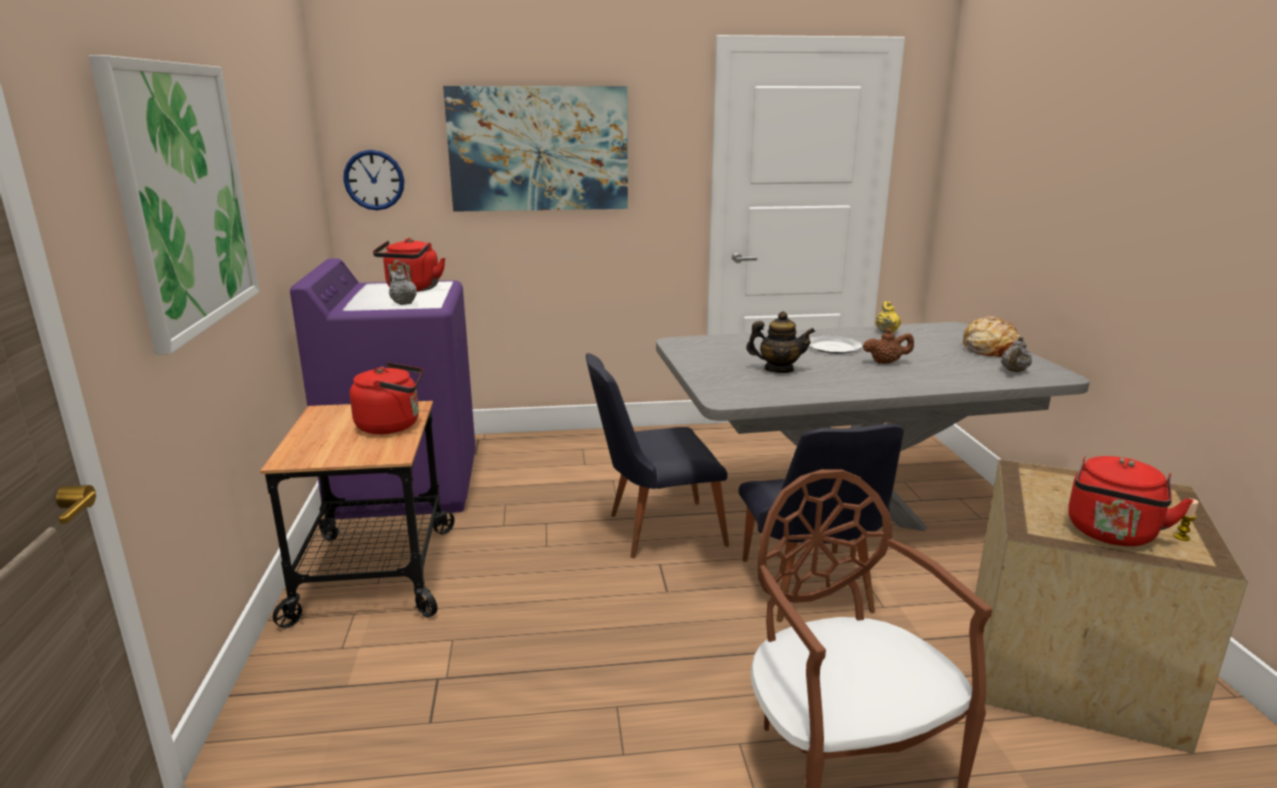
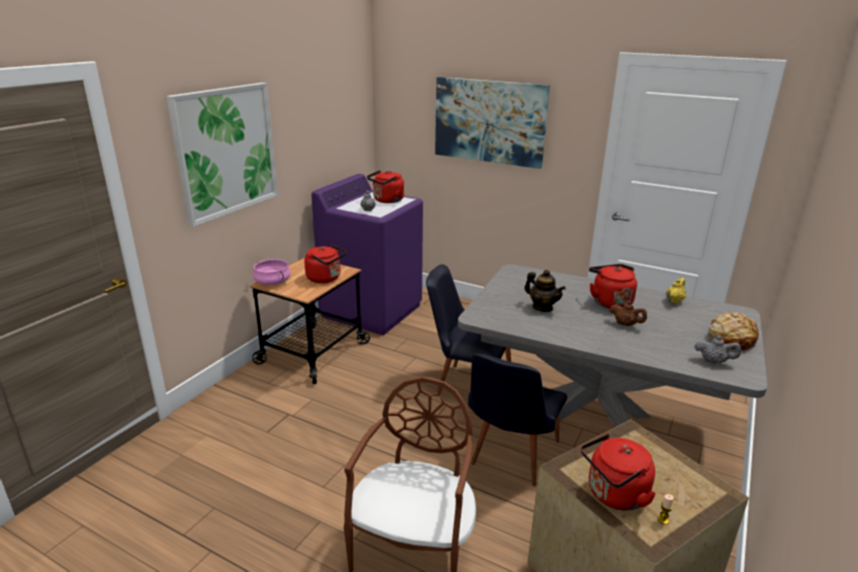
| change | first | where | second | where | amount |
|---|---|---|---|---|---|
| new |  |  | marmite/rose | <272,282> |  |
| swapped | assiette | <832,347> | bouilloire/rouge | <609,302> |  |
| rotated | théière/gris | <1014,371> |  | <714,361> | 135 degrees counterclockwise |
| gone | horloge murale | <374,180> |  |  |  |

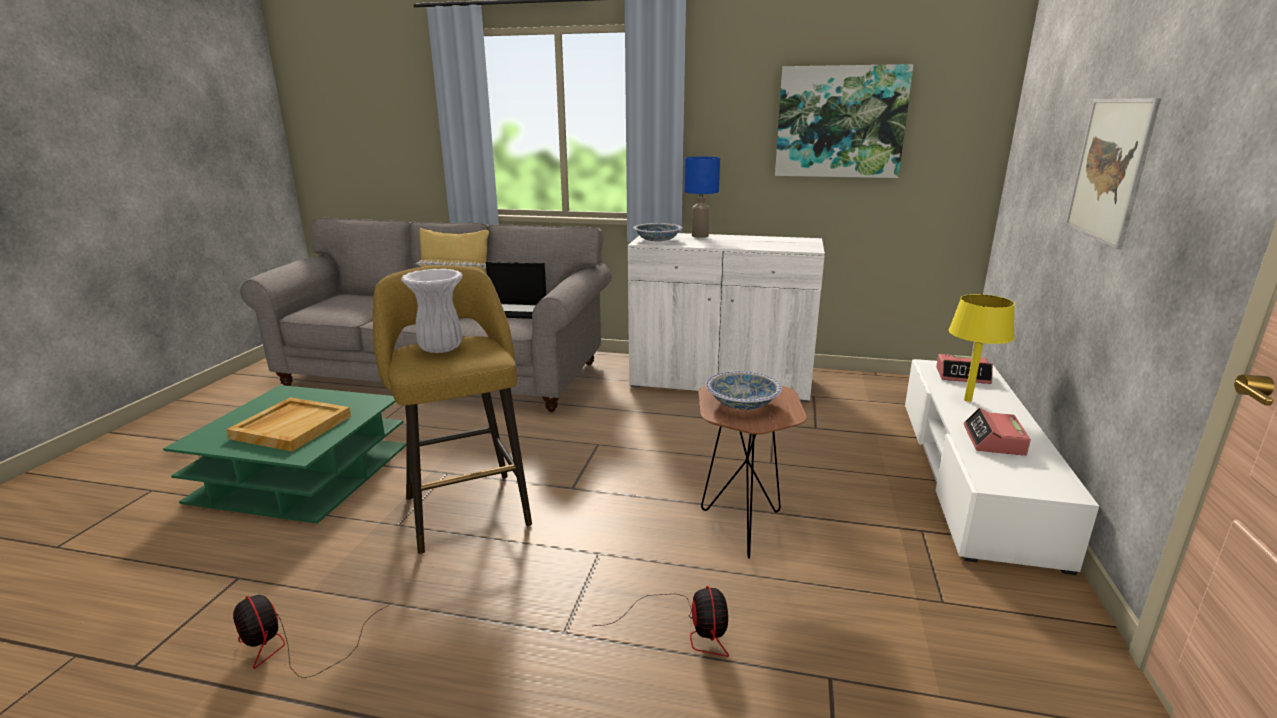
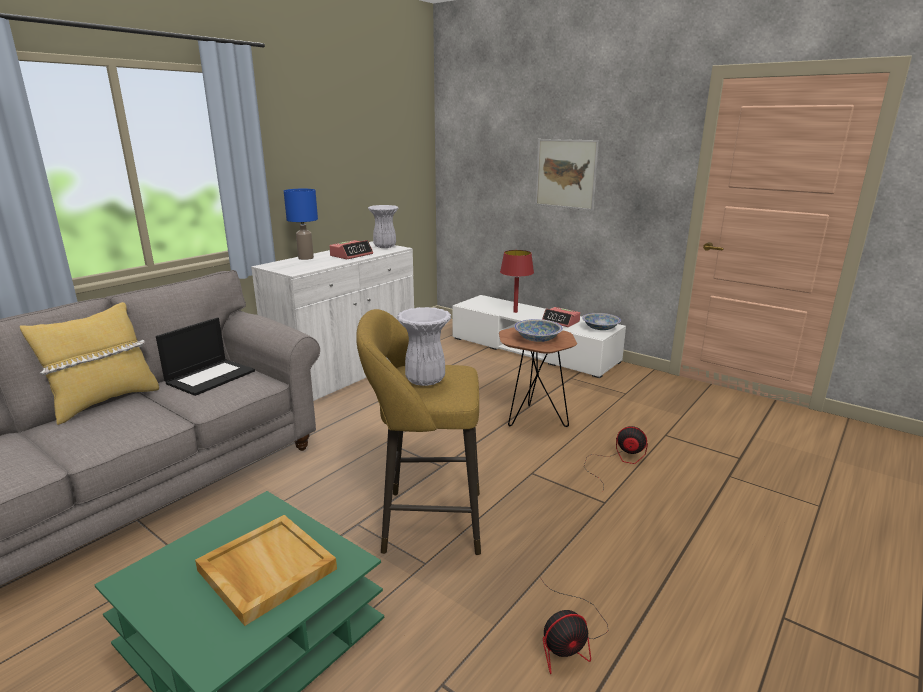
| change | first | where | second | where | amount |
|---|---|---|---|---|---|
| shifted | réveil | <963,375> |  | <351,255> |  |
| new |  |  | vase/blanc | <384,247> |  |
| repainted | lampe de table/jaune | <968,400> | lampe de table/rouge | <515,312> |  |
| shifted | bol | <657,240> |  | <600,328> |  |
| gone | tableau | <840,122> |  |  |  |

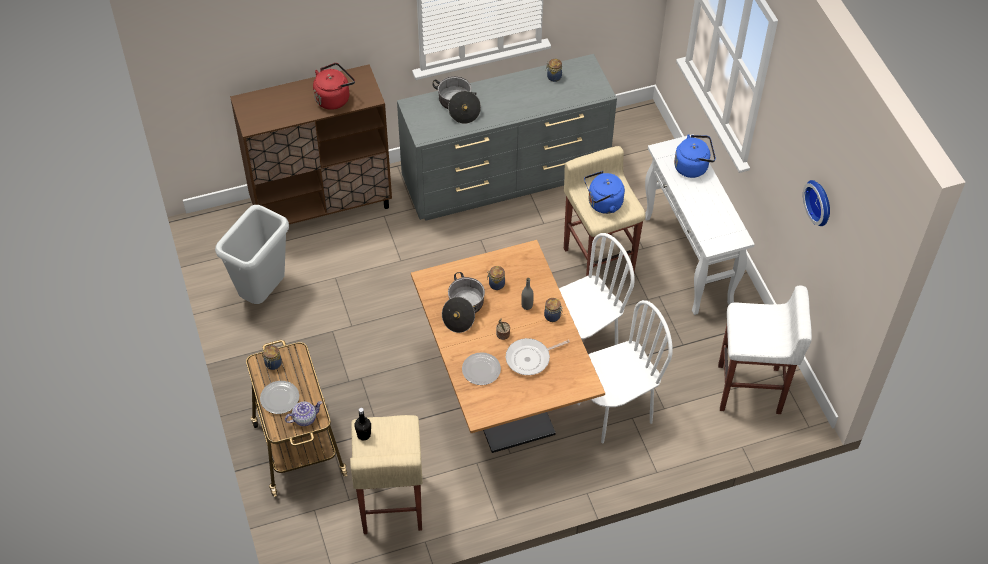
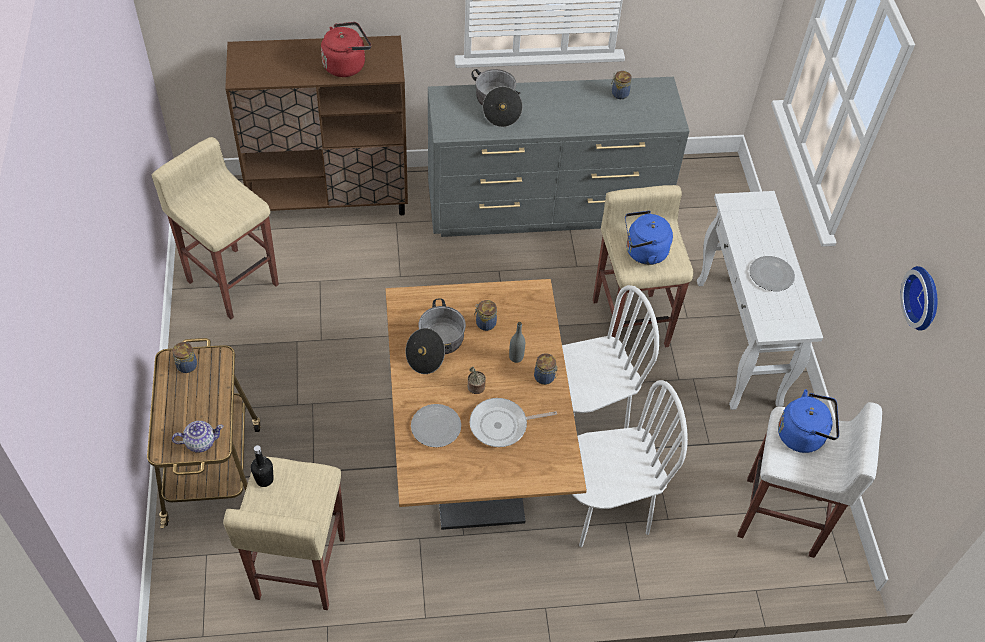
| change | first | where | second | where | amount |
|---|---|---|---|---|---|
| swapped | poubelle/gris | <263,292> | tabouret/beige | <232,281> |  |
| shifted | assiette | <279,398> |  | <771,274> |  |
| shifted | bouilloire/bleu | <693,167> |  | <803,435> |  |

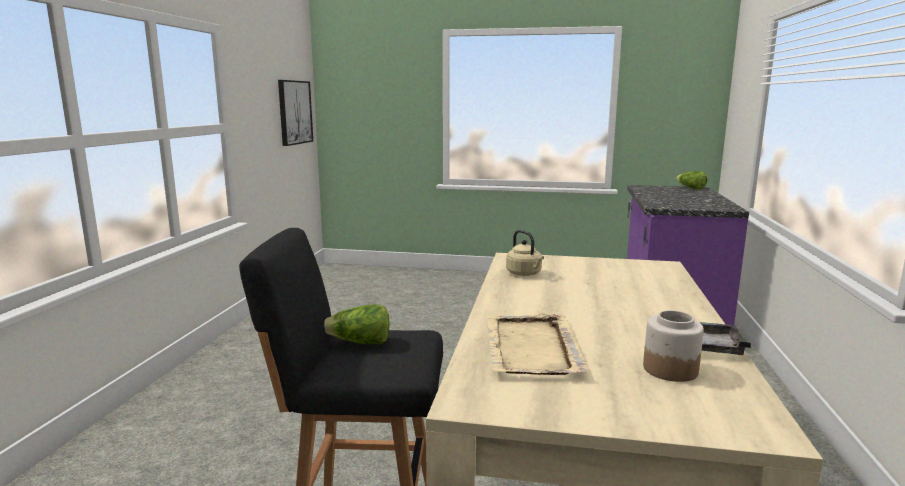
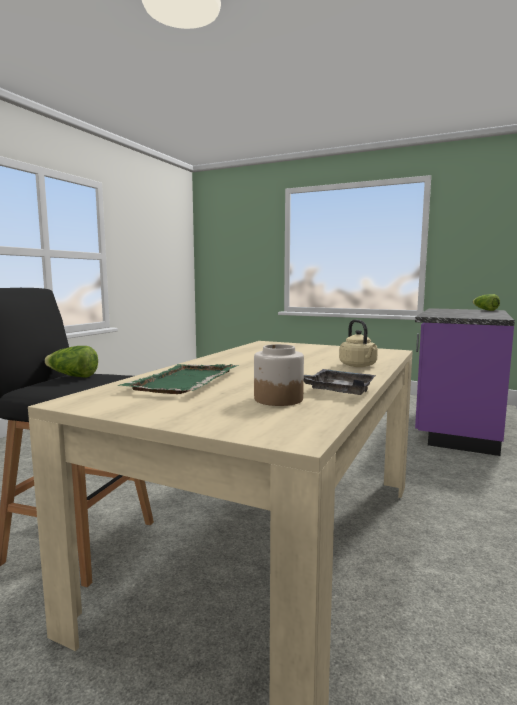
| change | first | where | second | where | amount |
|---|---|---|---|---|---|
| repainted | plateau/beige | <531,348> | plateau/vert | <183,382> |  |
| shifted | bouilloire/beige | <525,274> |  | <359,366> |  |
| gone | tableau | <294,112> |  |  |  |

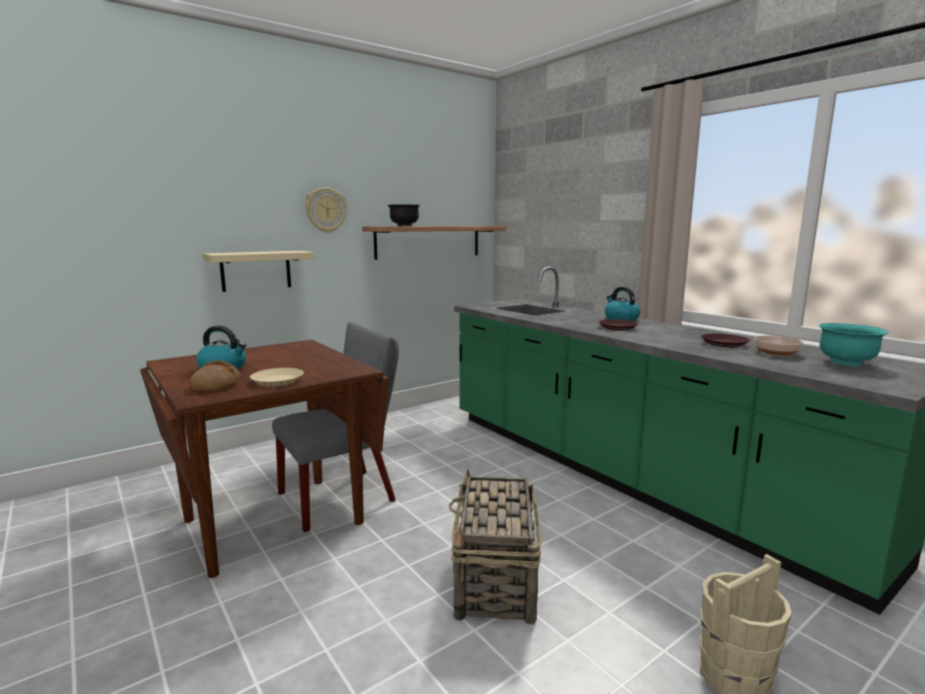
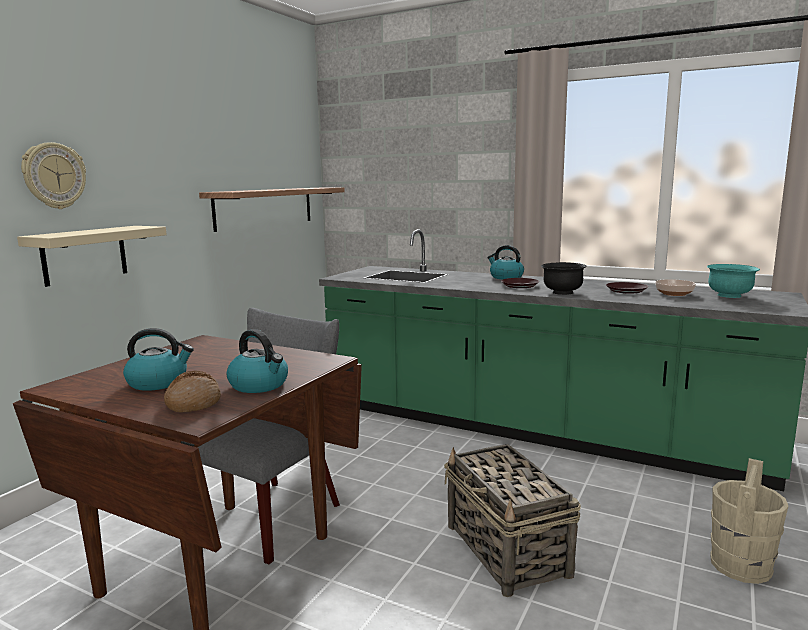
| change | first | where | second | where | amount |
|---|---|---|---|---|---|
| shifted | horloge murale | <325,210> |  | <54,176> |  |
| swapped | assiette/beige | <278,380> | bouilloire | <259,385> |  |
| shifted | bol/noir | <404,226> |  | <562,292> |  |

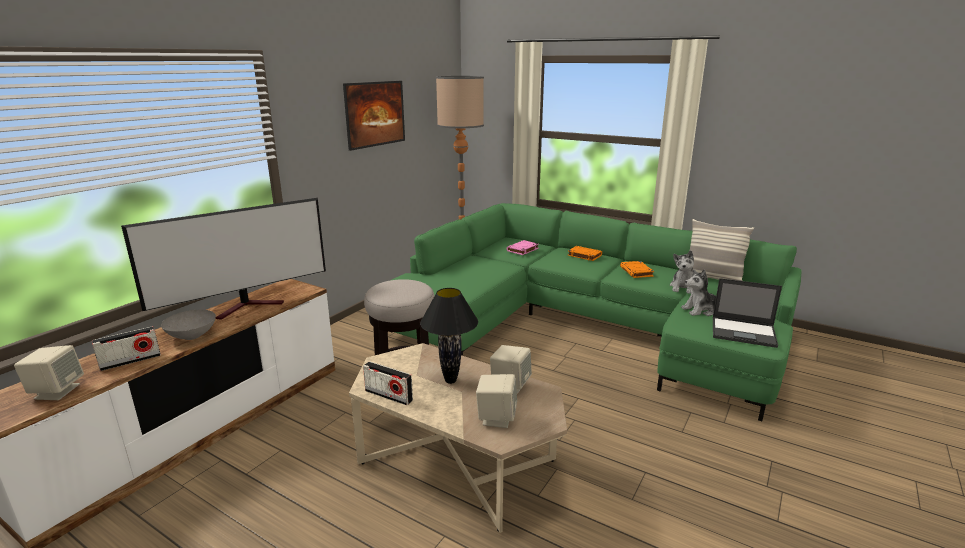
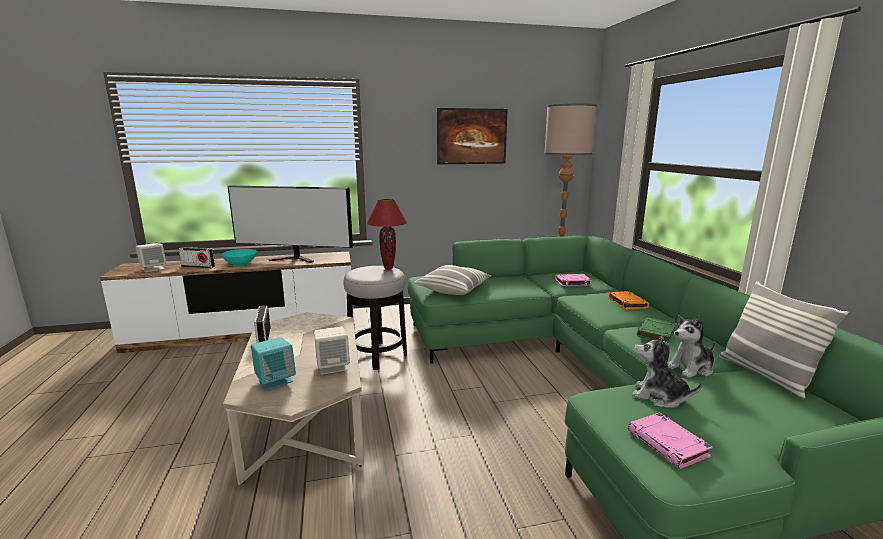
| change | first | where | second | where | amount |
|---|---|---|---|---|---|
| repainted | bol/gris | <193,336> | bol/turquoise | <241,264> |  |
| repainted | enceinte/beige | <496,418> | enceinte/turquoise | <275,380> |  |
| new |  |  | lampe de table/rouge | <388,268> |  |
| new |  |  | coussin | <453,289> |  |
| swapped | ordinateur portable | <744,332> | livre/rose | <668,444> |  |
| repainted | livre/orange | <636,272> | livre/vert | <656,333> |  |
| gone | lampe de table/noir | <450,380> |  |  |  |

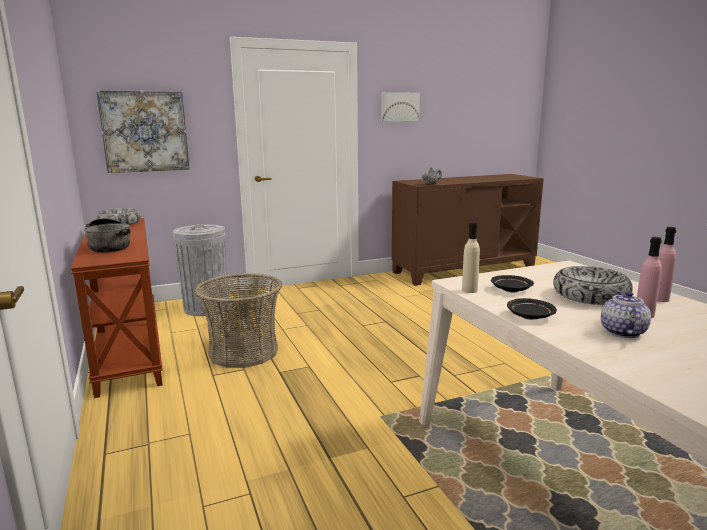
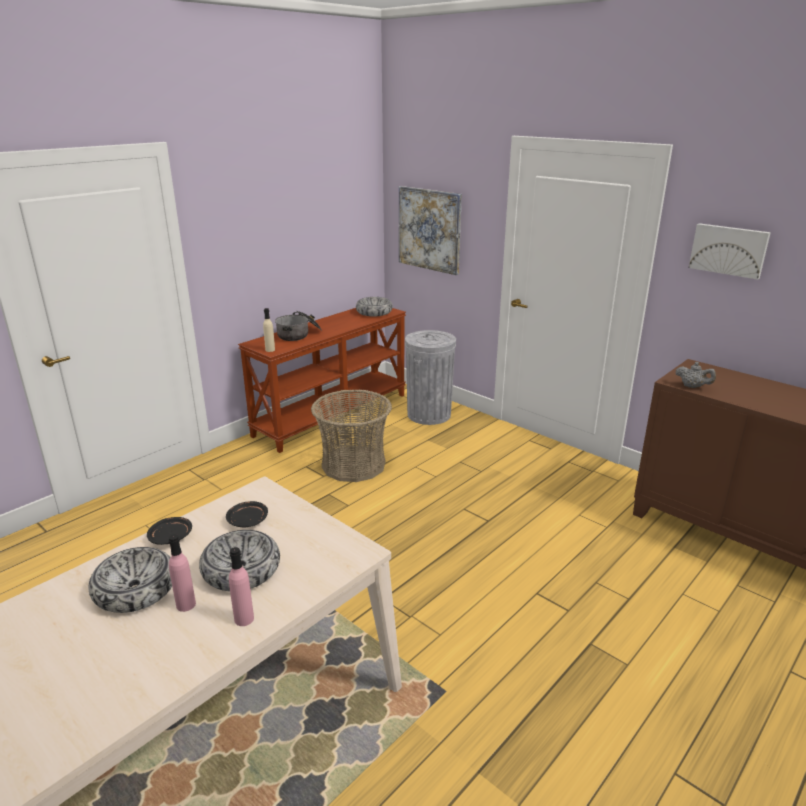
| change | first | where | second | where | amount |
|---|---|---|---|---|---|
| swapped | théière | <622,332> | bol | <135,589> |  |
| shifted | bouteille/beige | <469,290> |  | <270,350> |  |

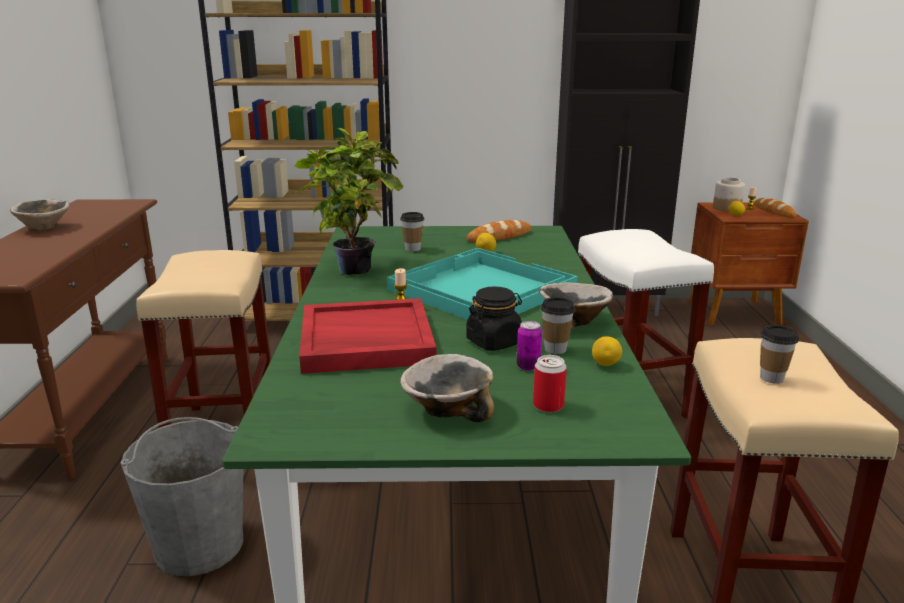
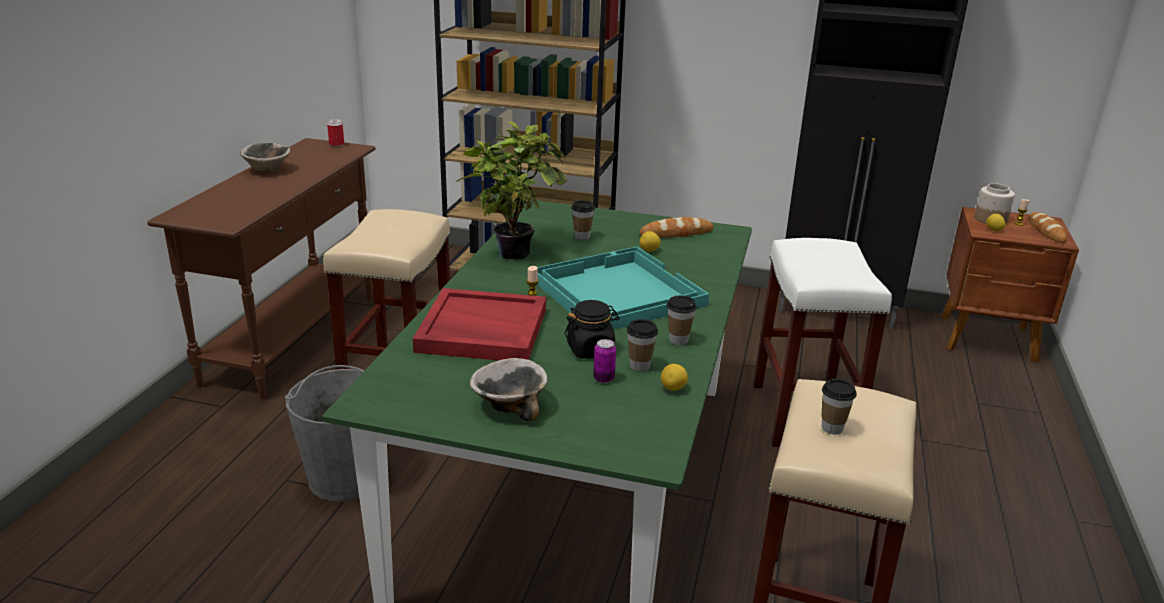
| change | first | where | second | where | amount |
|---|---|---|---|---|---|
| shifted | boîte métallique | <548,406> |  | <336,144> |  |
| swapped | bol | <574,321> | tasse | <678,340> |  |

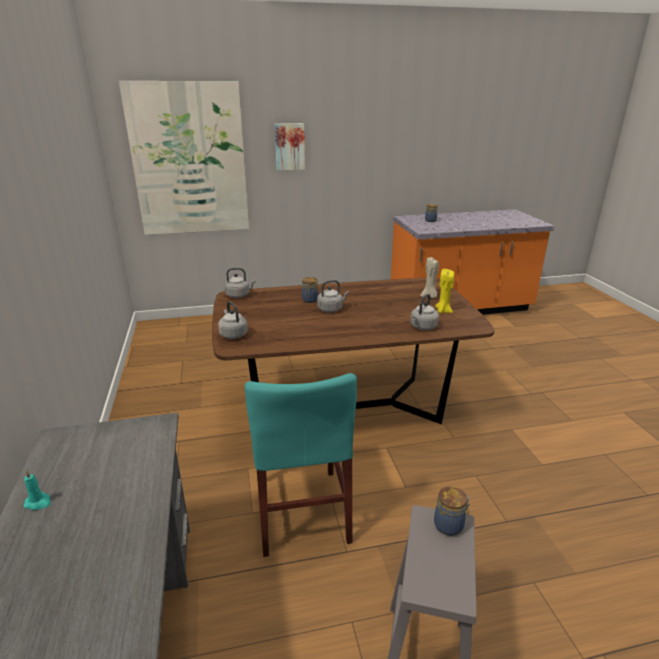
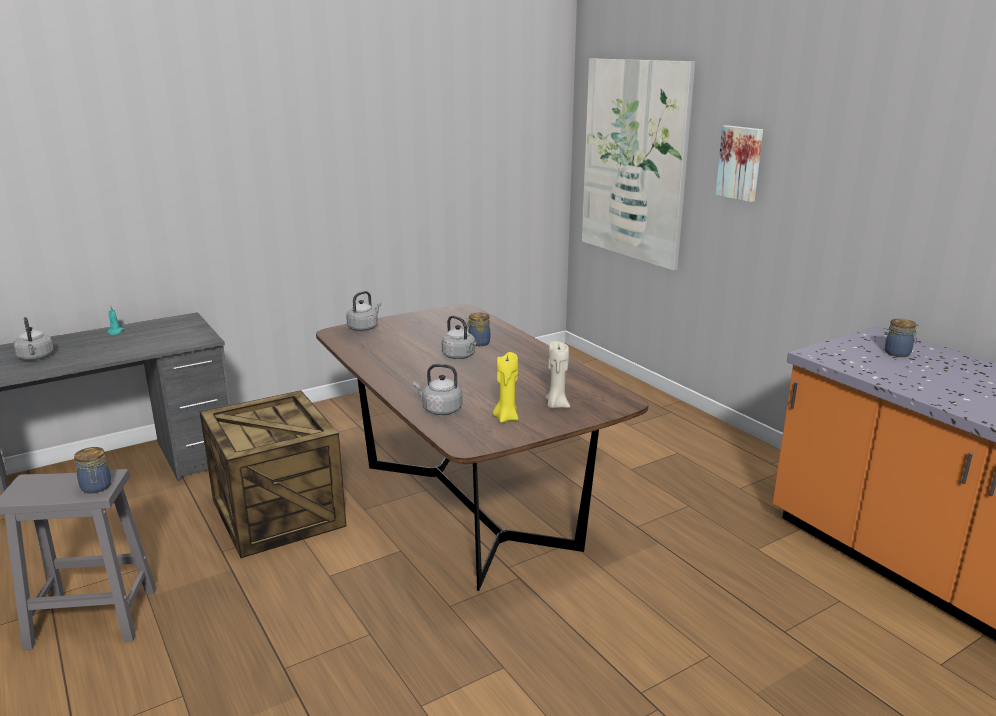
| change | first | where | second | where | amount |
|---|---|---|---|---|---|
| shifted | bouilloire/gris | <239,295> |  | <36,358> |  |
| swapped | chaise/turquoise | <301,510> | caisse | <275,513> |  |

